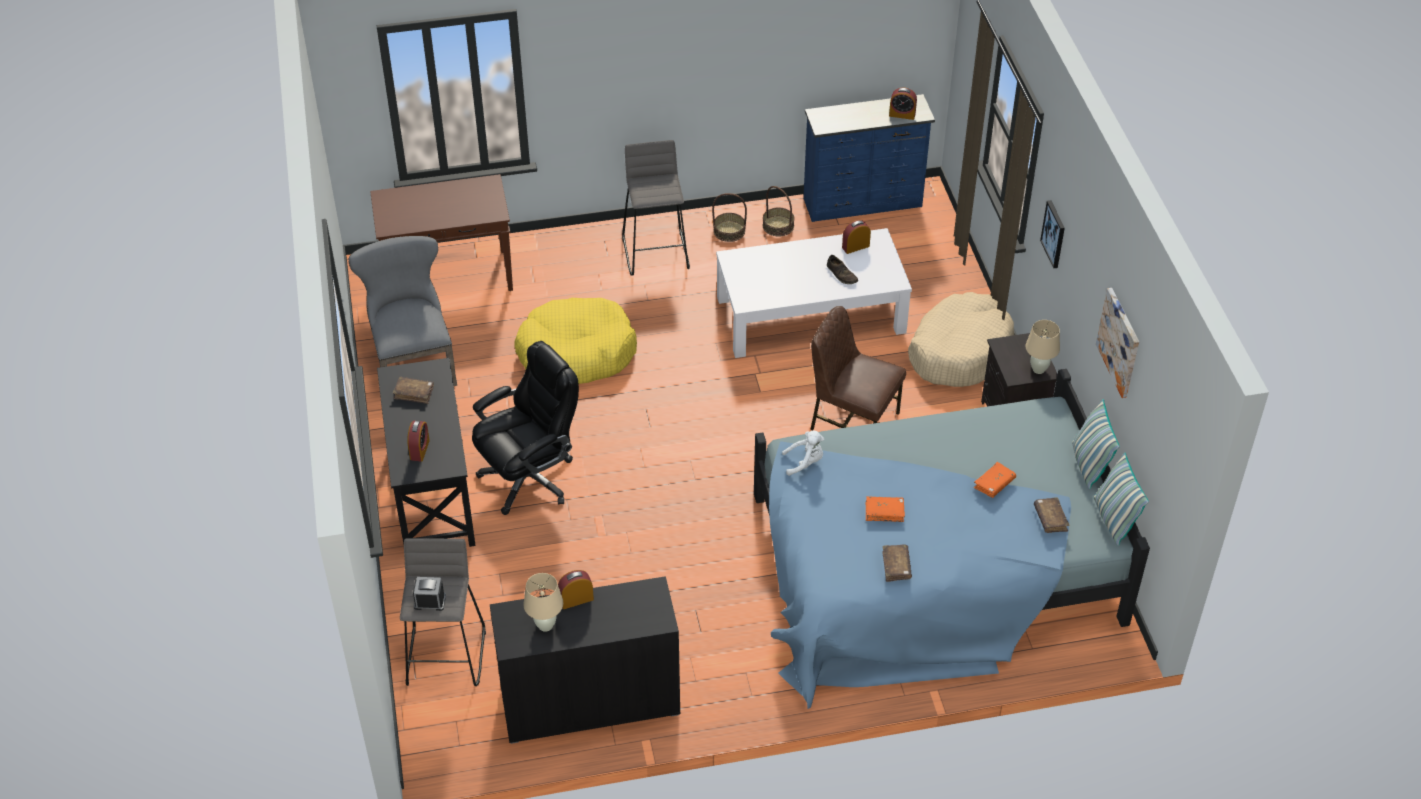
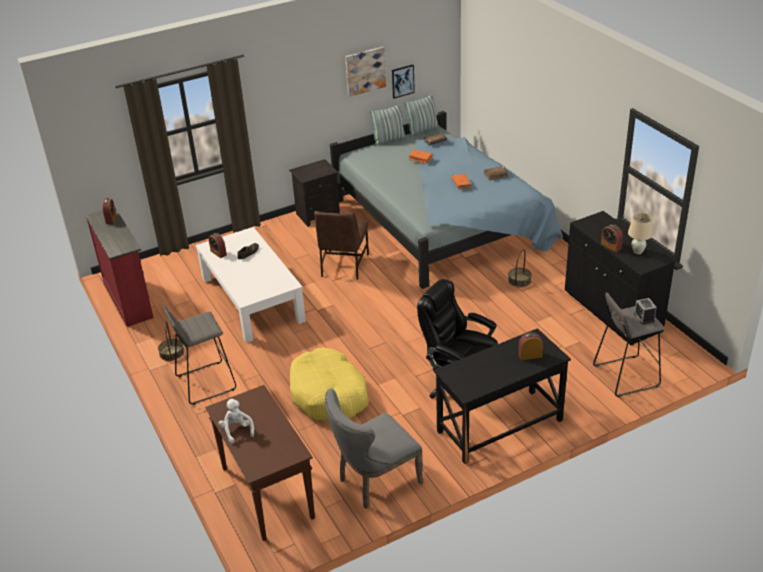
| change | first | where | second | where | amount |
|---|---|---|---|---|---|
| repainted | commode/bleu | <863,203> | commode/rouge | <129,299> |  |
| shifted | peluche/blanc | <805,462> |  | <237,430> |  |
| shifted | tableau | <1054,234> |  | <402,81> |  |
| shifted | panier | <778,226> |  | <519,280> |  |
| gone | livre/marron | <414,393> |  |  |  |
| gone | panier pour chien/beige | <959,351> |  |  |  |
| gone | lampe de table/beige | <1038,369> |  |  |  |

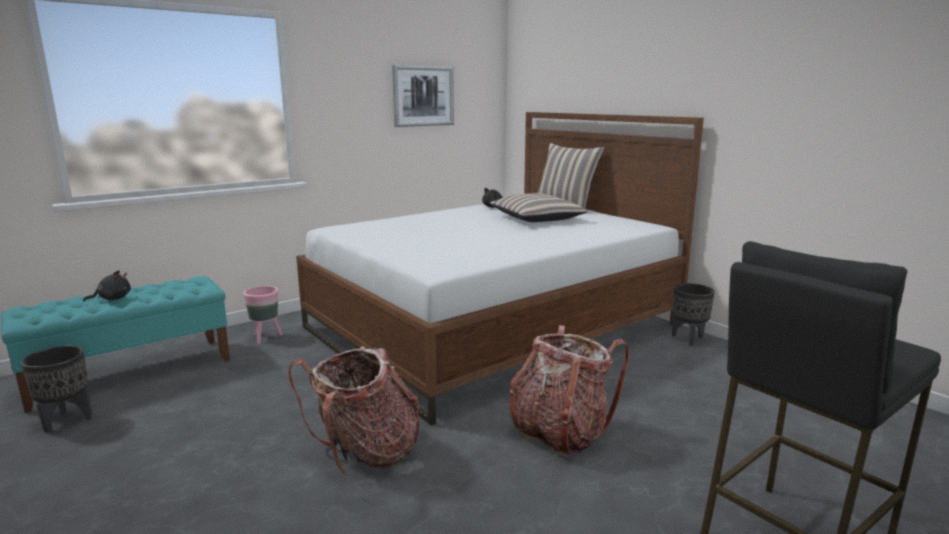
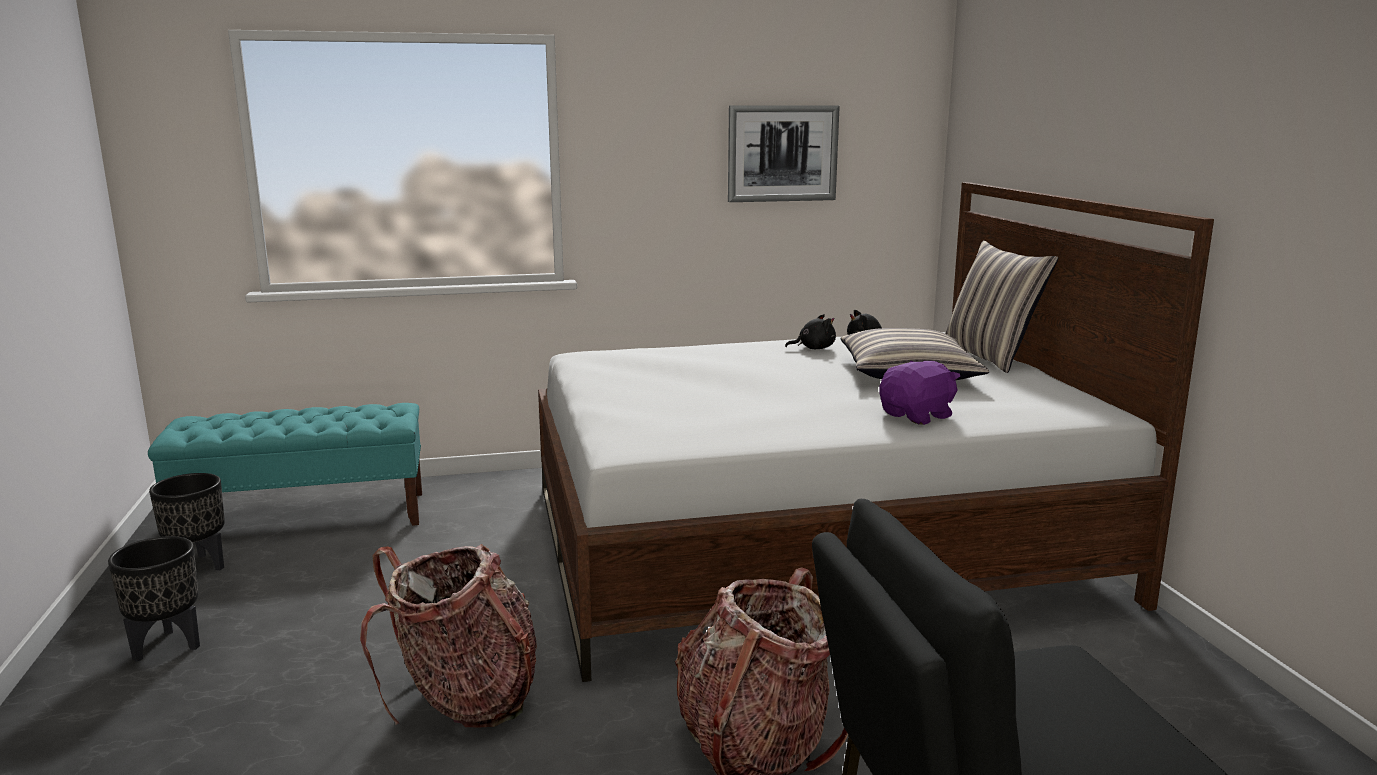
| change | first | where | second | where | amount |
|---|---|---|---|---|---|
| shifted | cache-pot/noir | <688,339> |  | <167,645> |  |
| shifted | peluche/noir | <112,299> |  | <814,348> |  |
| new |  |  | peluche/violet | <917,416> |  |
| gone | cache-pot/rose | <266,337> |  |  |  |

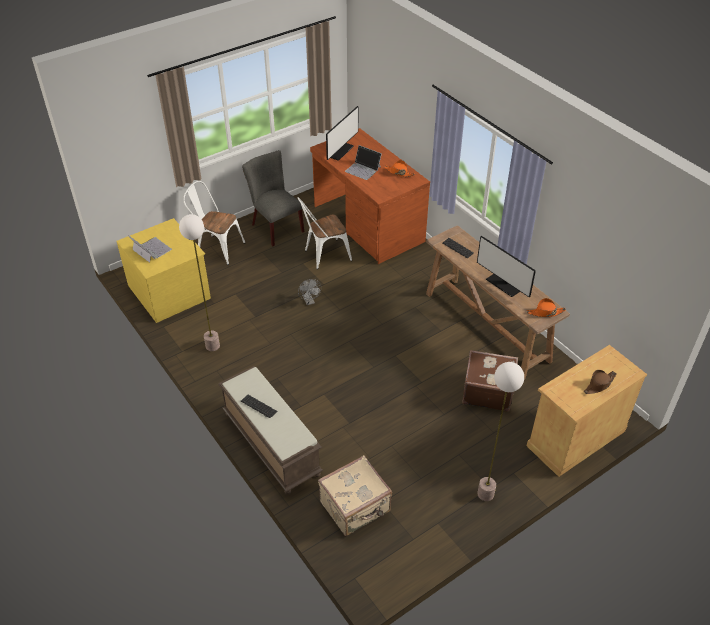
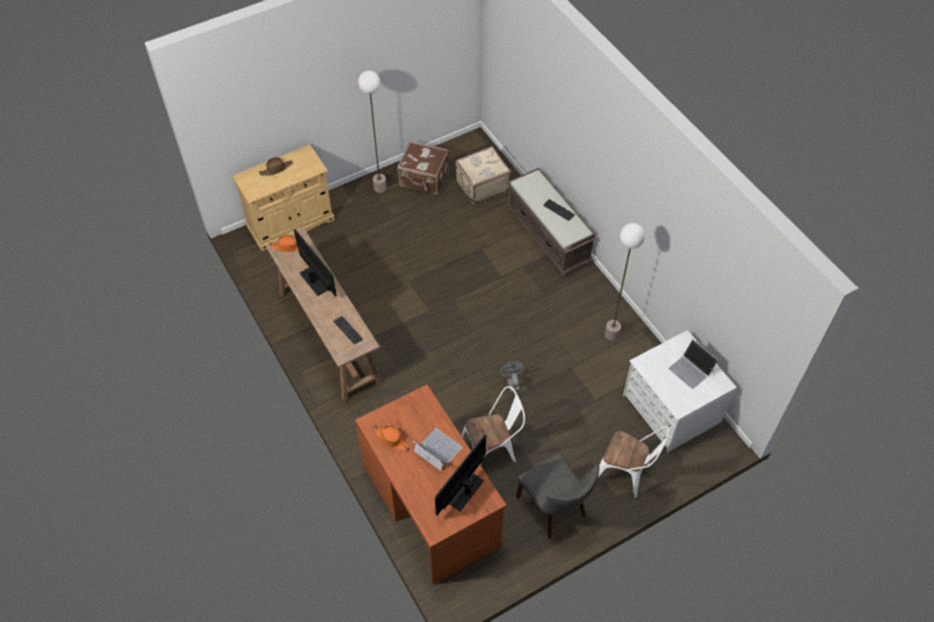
| change | first | where | second | where | amount |
|---|---|---|---|---|---|
| shifted | valise/marron | <487,391> |  | <424,179> |  |
| repainted | commode/jaune | <170,291> | commode/blanc | <670,409> |  |

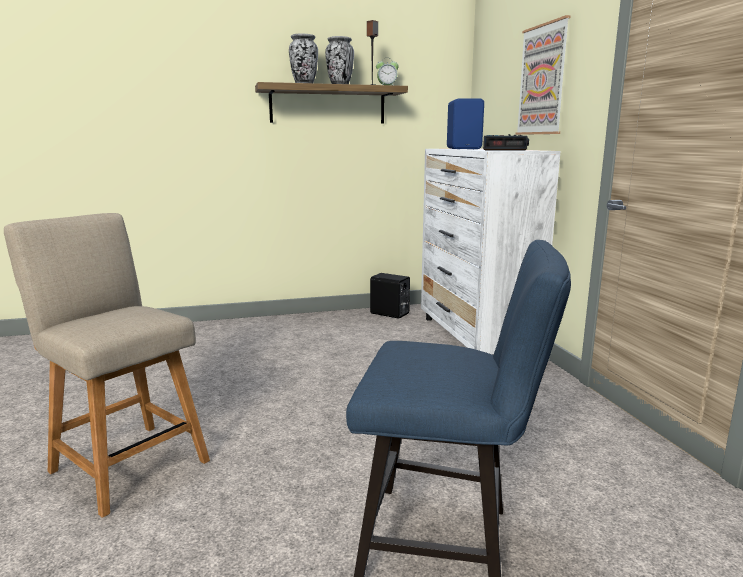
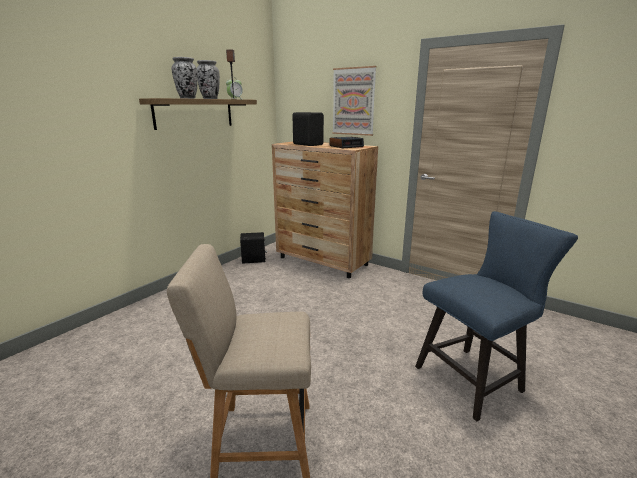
| change | first | where | second | where | amount |
|---|---|---|---|---|---|
| repainted | commode/blanc | <475,337> | commode/marron | <323,261> |  |
| repainted | enceinte/bleu | <464,149> | enceinte/noir | <308,144> |  |

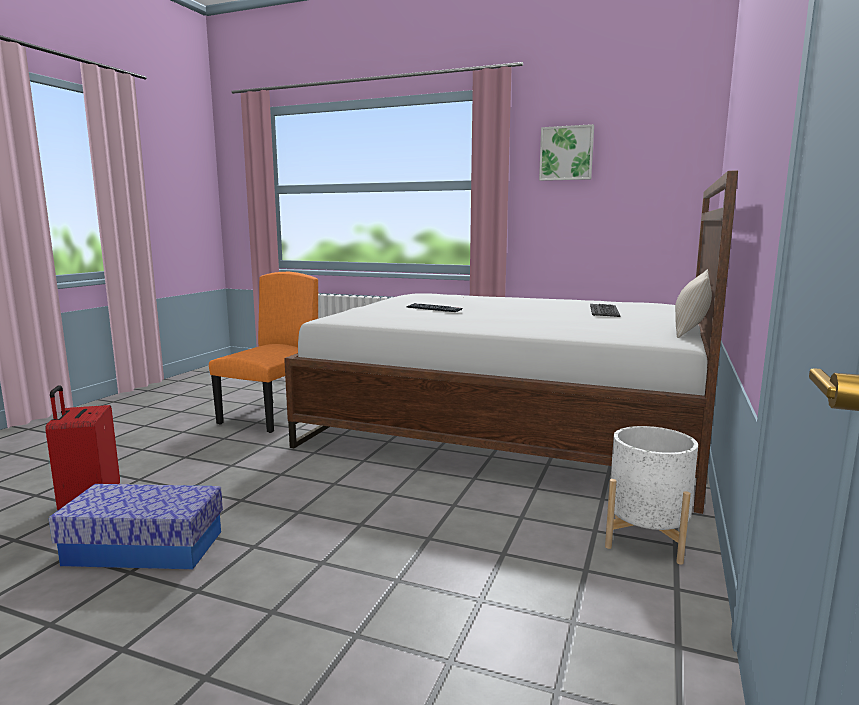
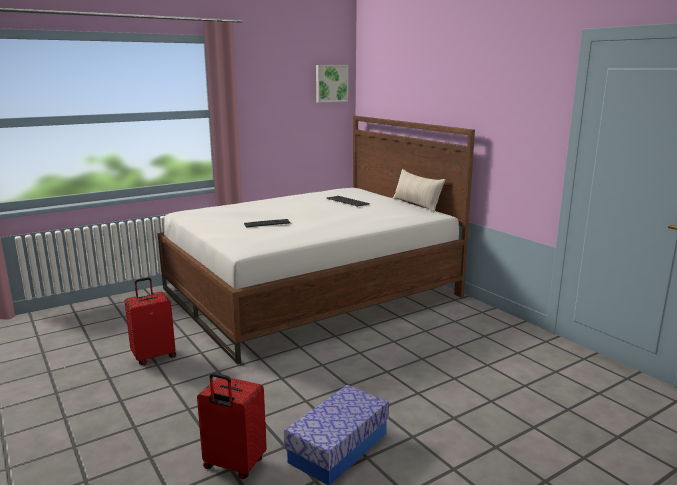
| change | first | where | second | where | amount |
|---|---|---|---|---|---|
| swapped | chaise/orange | <271,416> | valise/rouge | <154,356> |  |
| shifted | tableau | <566,153> |  | <331,83> |  |
| gone | cache-pot/blanc | <646,538> |  |  |  |

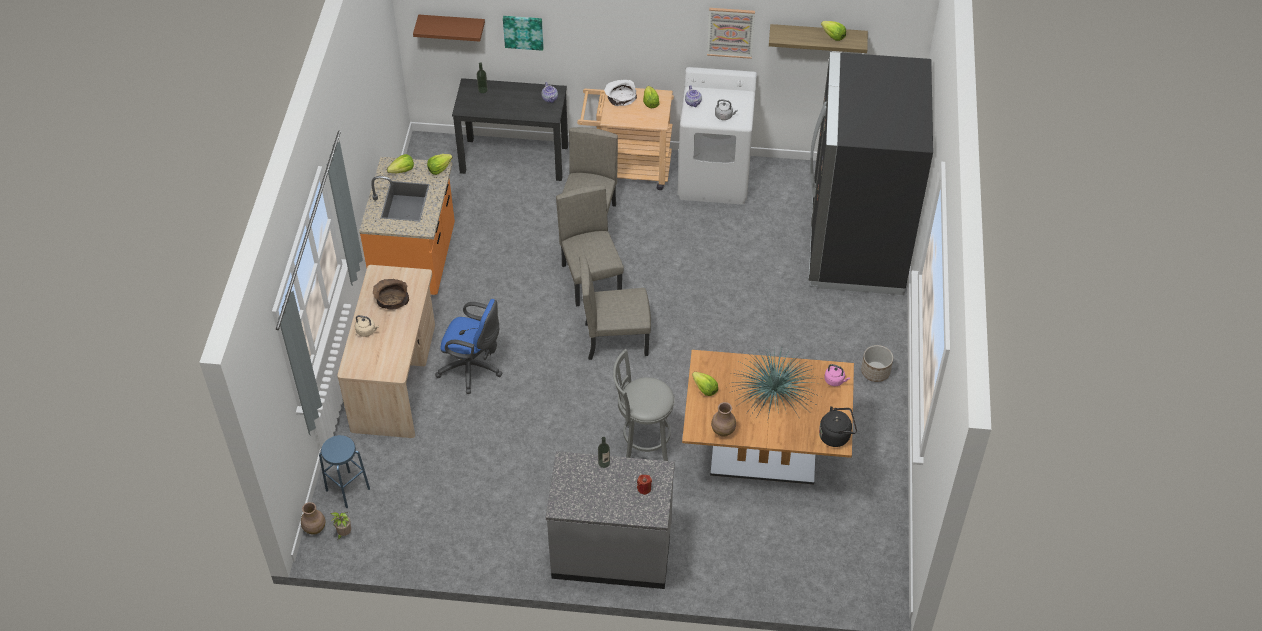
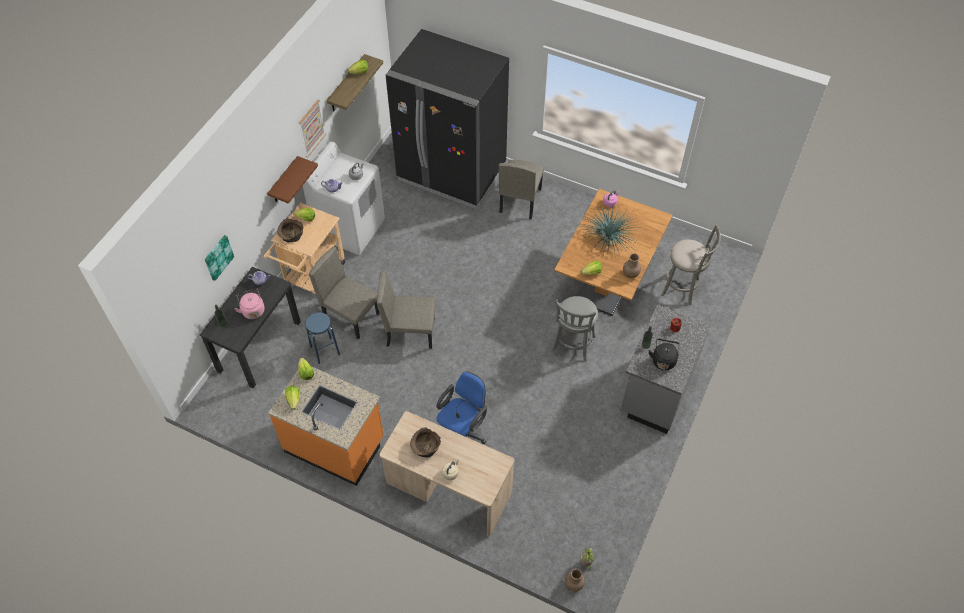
| change | first | where | second | where | amount |
|---|---|---|---|---|---|
| new |  |  | bouilloire/rose | <252,310> |  |
| shifted | étagère/marron | <452,26> |  | <284,181> |  |
| repainted | bol/blanc | <620,99> | bol/marron | <291,235> |  |
| shifted | tabouret/bleu | <347,489> |  | <325,350> |  |
| shifted | chaise/beige | <616,338> |  | <519,200> |  |
| shifted | bouilloire/noir | <836,435> |  | <663,360> |  |
| new |  |  | tabouret/gris | <682,288> |  |
| gone | cache-pot | <875,372> |  |  |  |

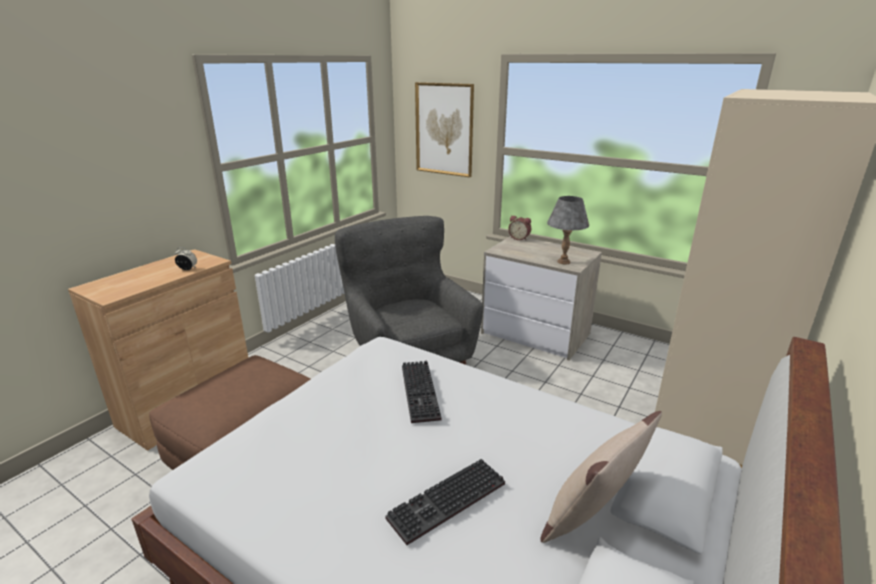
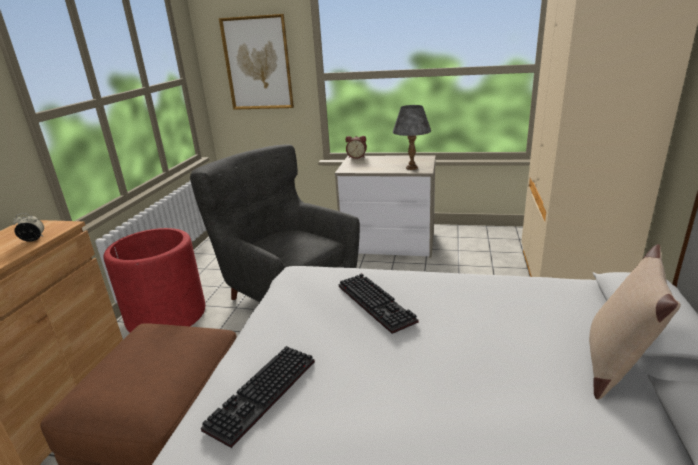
| change | first | where | second | where | amount |
|---|---|---|---|---|---|
| new |  |  | cache-pot/rouge | <166,316> |  |
| shifted | clavier | <447,503> |  | <263,396> |  |

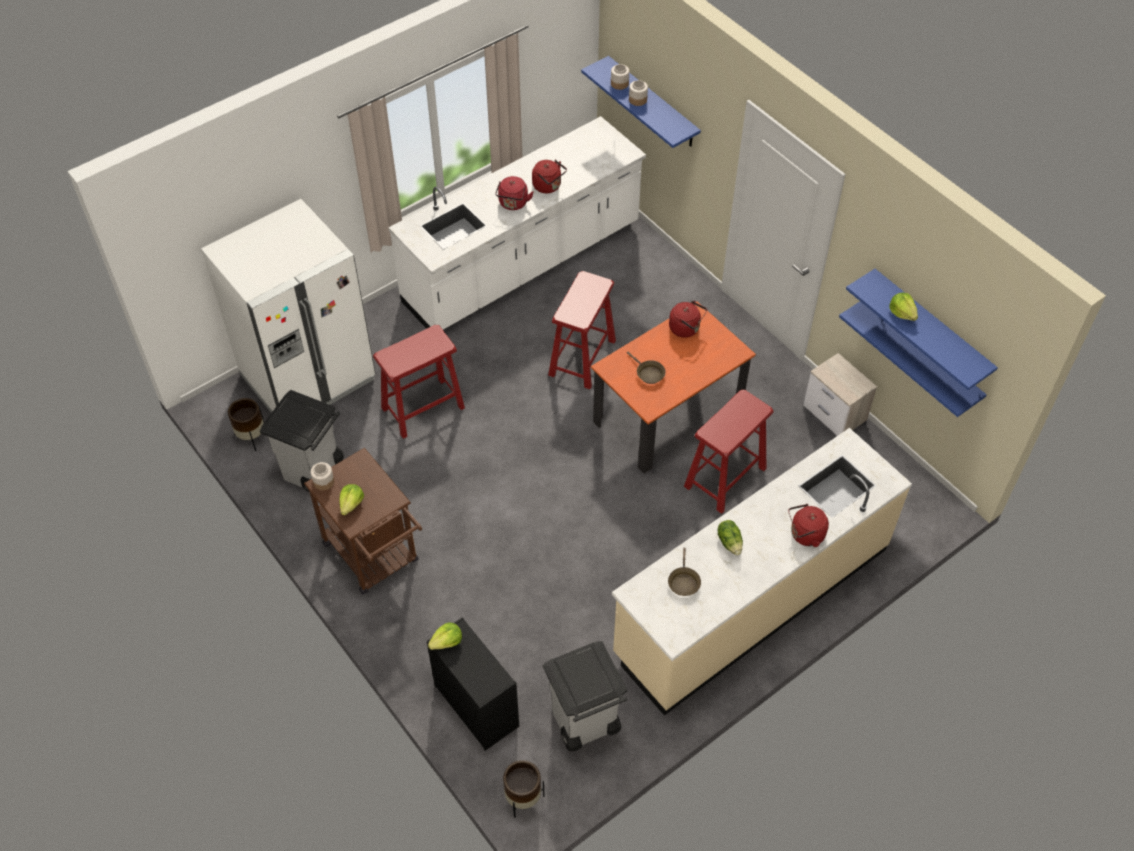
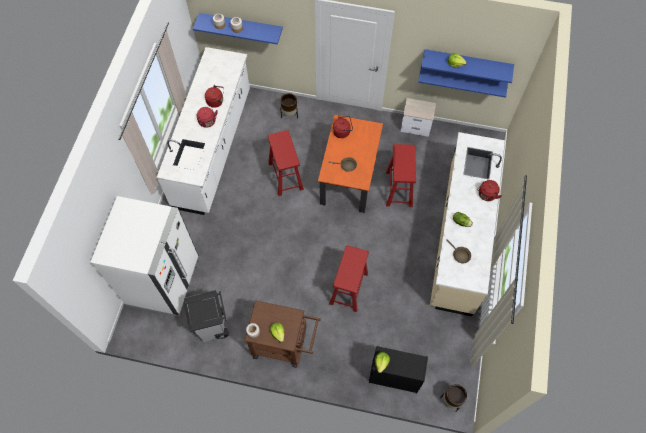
| change | first | where | second | where | amount |
|---|---|---|---|---|---|
| shifted | cache-pot/marron | <252,437> |  | <289,114> |  |
| shifted | tabouret/rouge | <423,407> |  | <349,288> |  |
| gone | poubelle/gris | <584,723> |  |  |  |

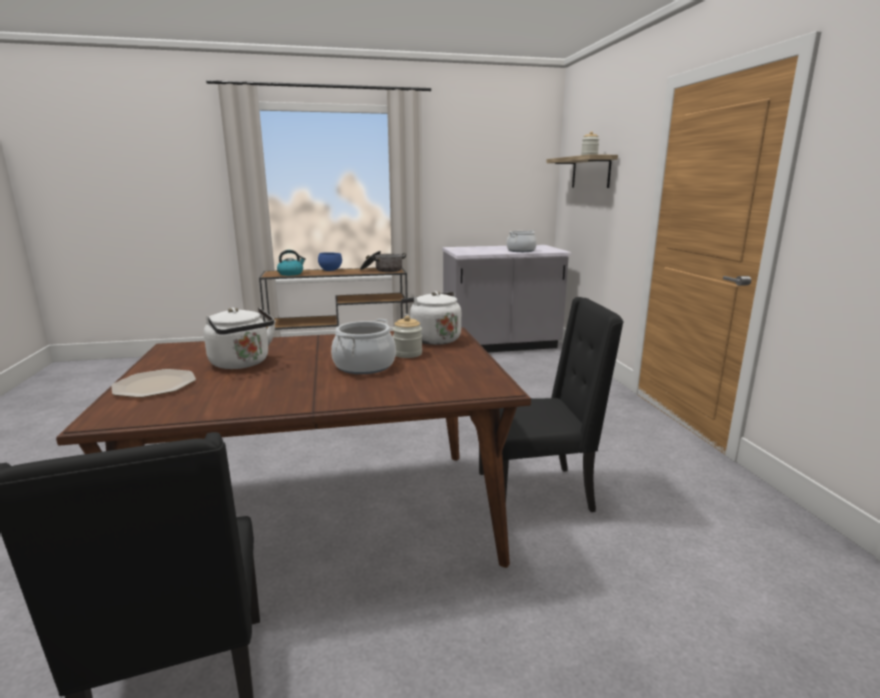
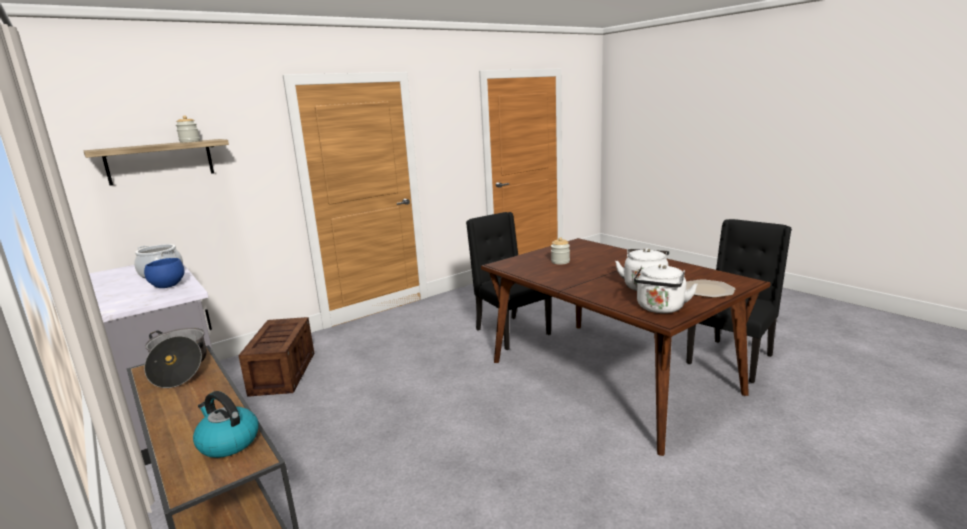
| change | first | where | second | where | amount |
|---|---|---|---|---|---|
| shifted | bol/bleu | <330,270> |  | <167,286> |  |
| new |  |  | caisse | <283,372> |  |
| shifted | bouilloire/blanc | <432,339> |  | <660,309> |  |
| gone | marmite | <364,366> |  |  |  |

